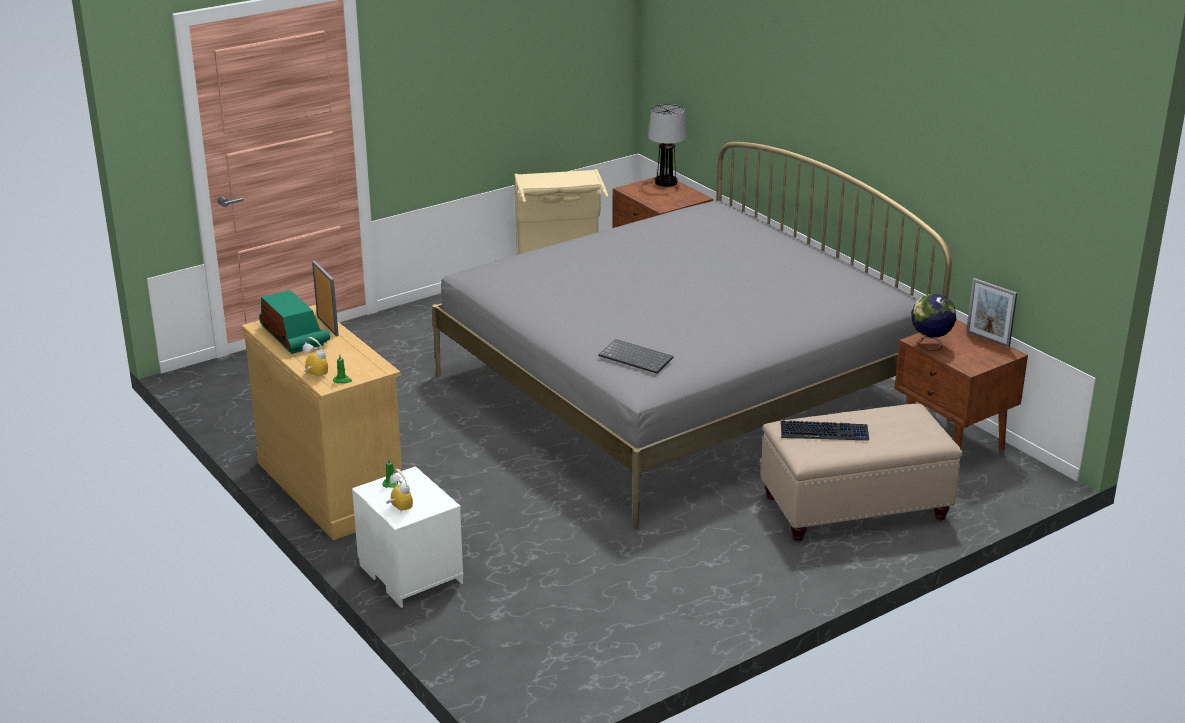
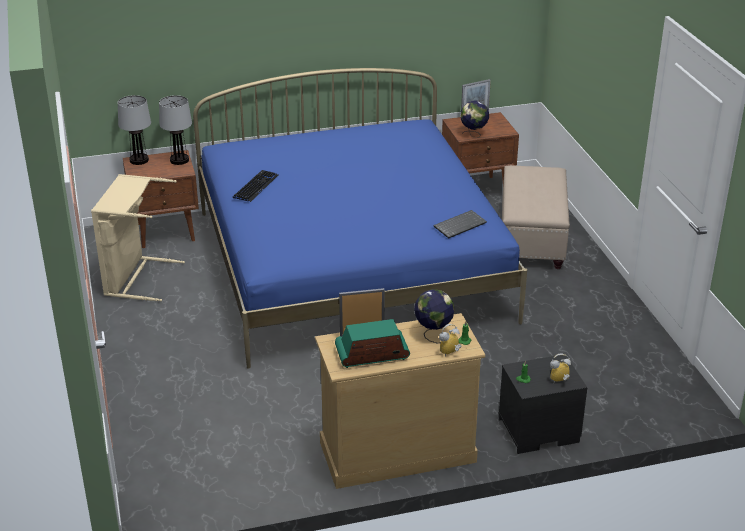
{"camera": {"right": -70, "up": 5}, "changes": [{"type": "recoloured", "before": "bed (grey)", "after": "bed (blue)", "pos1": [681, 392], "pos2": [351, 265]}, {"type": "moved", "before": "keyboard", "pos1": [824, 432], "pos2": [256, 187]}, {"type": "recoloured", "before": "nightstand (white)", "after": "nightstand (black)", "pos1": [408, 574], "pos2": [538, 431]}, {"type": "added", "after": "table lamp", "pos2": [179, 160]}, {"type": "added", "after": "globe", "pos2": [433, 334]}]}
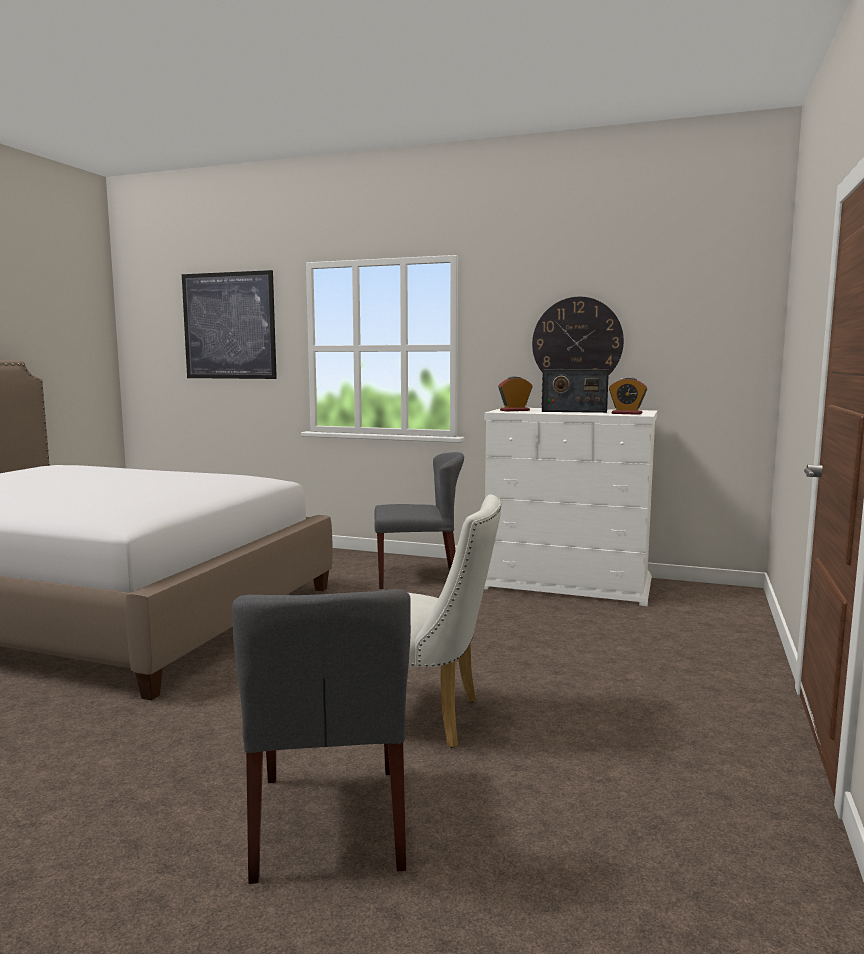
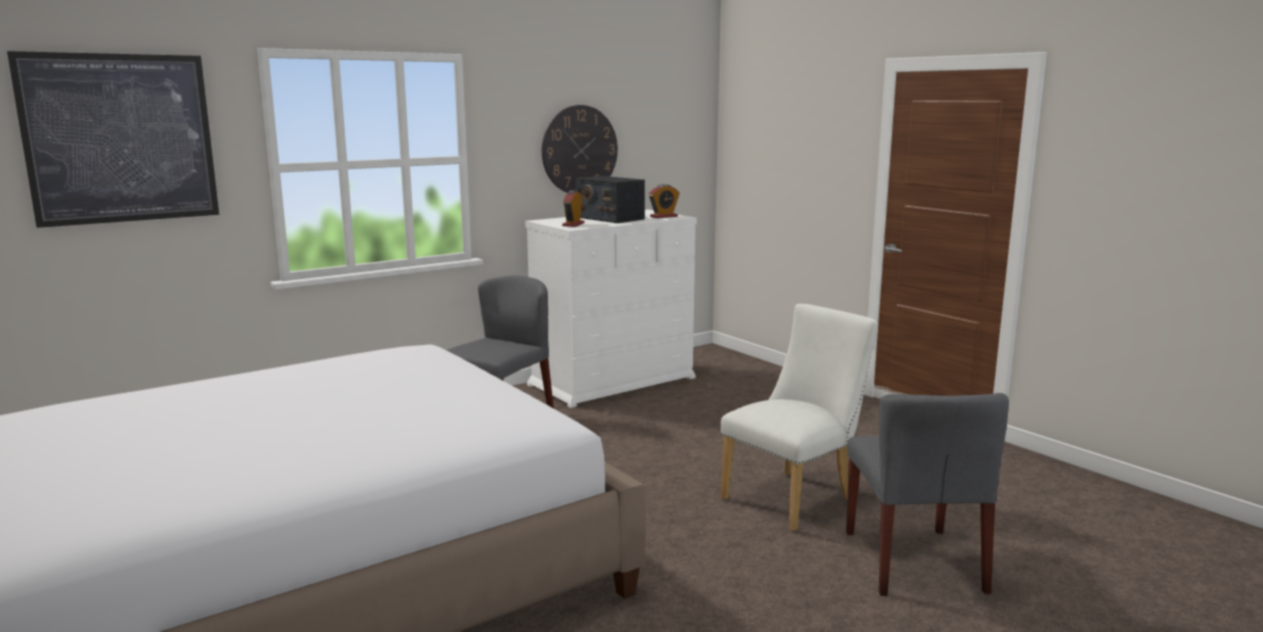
{"camera": {"right": -55, "up": 5}, "changes": [{"type": "turned", "before": "radio", "pos1": [573, 410], "pos2": [609, 218], "turn": 90}, {"type": "turned", "before": "chair (grey)", "pos1": [330, 821], "pos2": [914, 562], "turn": 60}]}
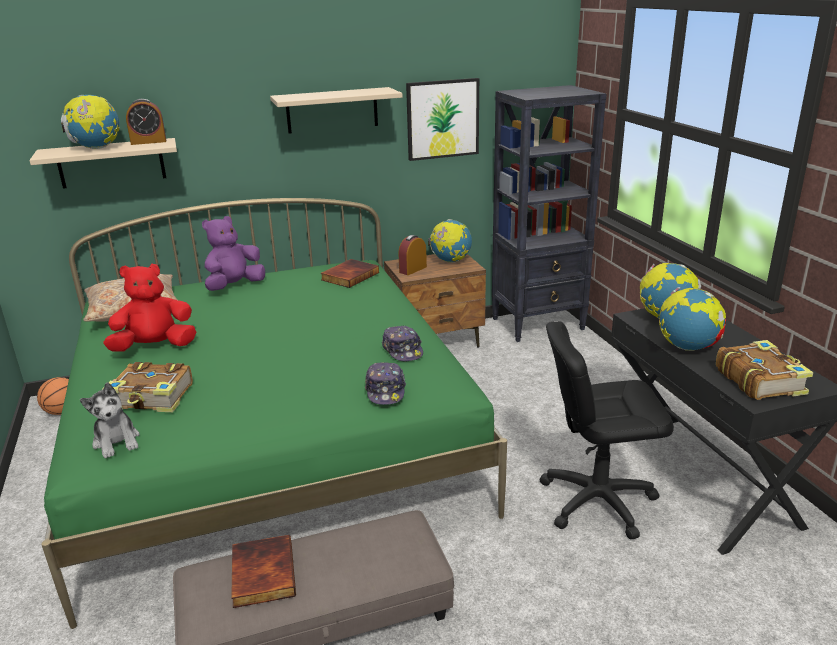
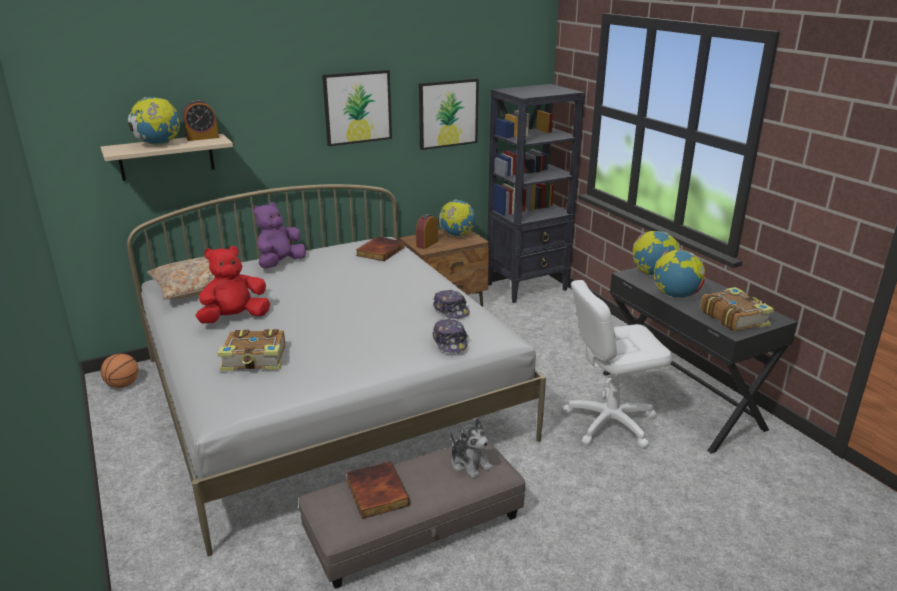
{"camera": {"right": -10, "up": 0}, "changes": [{"type": "replaced", "before": "shelf (beige)", "after": "picture", "pos1": [332, 110], "pos2": [357, 107]}, {"type": "recoloured", "before": "bed (green)", "after": "bed (white)", "pos1": [272, 441], "pos2": [328, 397]}, {"type": "recoloured", "before": "office chair (black)", "after": "office chair (white)", "pos1": [597, 500], "pos2": [610, 422]}, {"type": "moved", "before": "plush toy", "pos1": [117, 441], "pos2": [470, 463]}]}
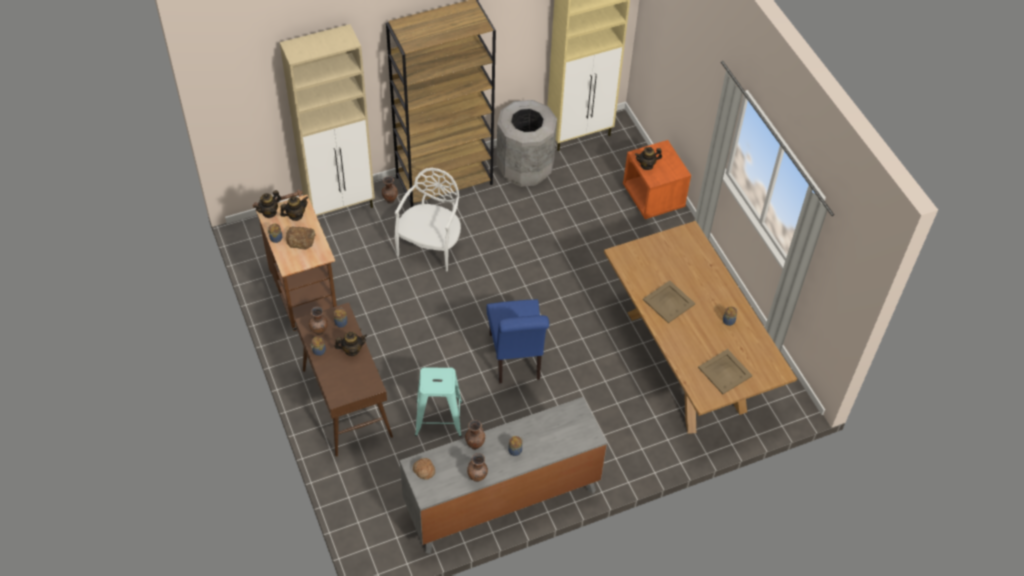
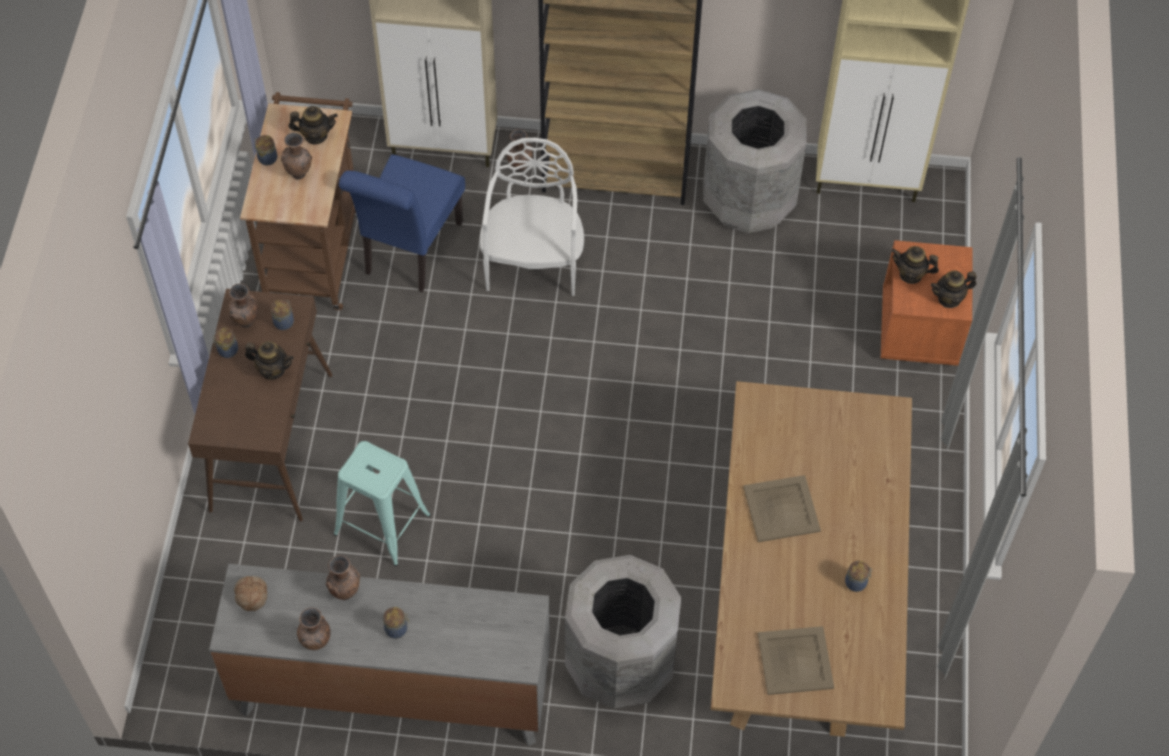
{"camera": {"right": 30, "up": 5}, "changes": [{"type": "turned", "before": "chair (white)", "pos1": [431, 246], "pos2": [533, 262], "turn": -45}, {"type": "moved", "before": "teapot", "pos1": [269, 212], "pos2": [949, 299]}, {"type": "replaced", "before": "bread", "after": "vase (brown)", "pos1": [300, 239], "pos2": [300, 174]}, {"type": "moved", "before": "chair (blue)", "pos1": [516, 360], "pos2": [409, 252]}, {"type": "added", "after": "trash can (grey)", "pos2": [620, 664]}]}
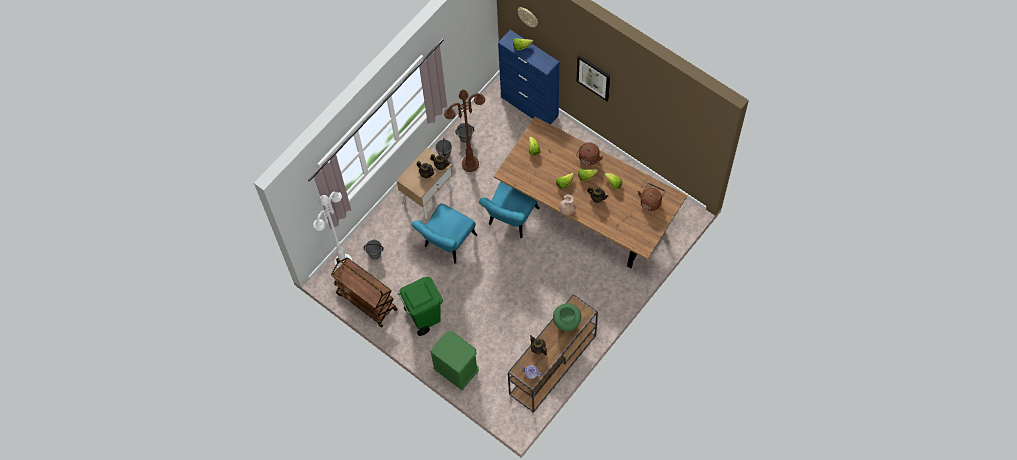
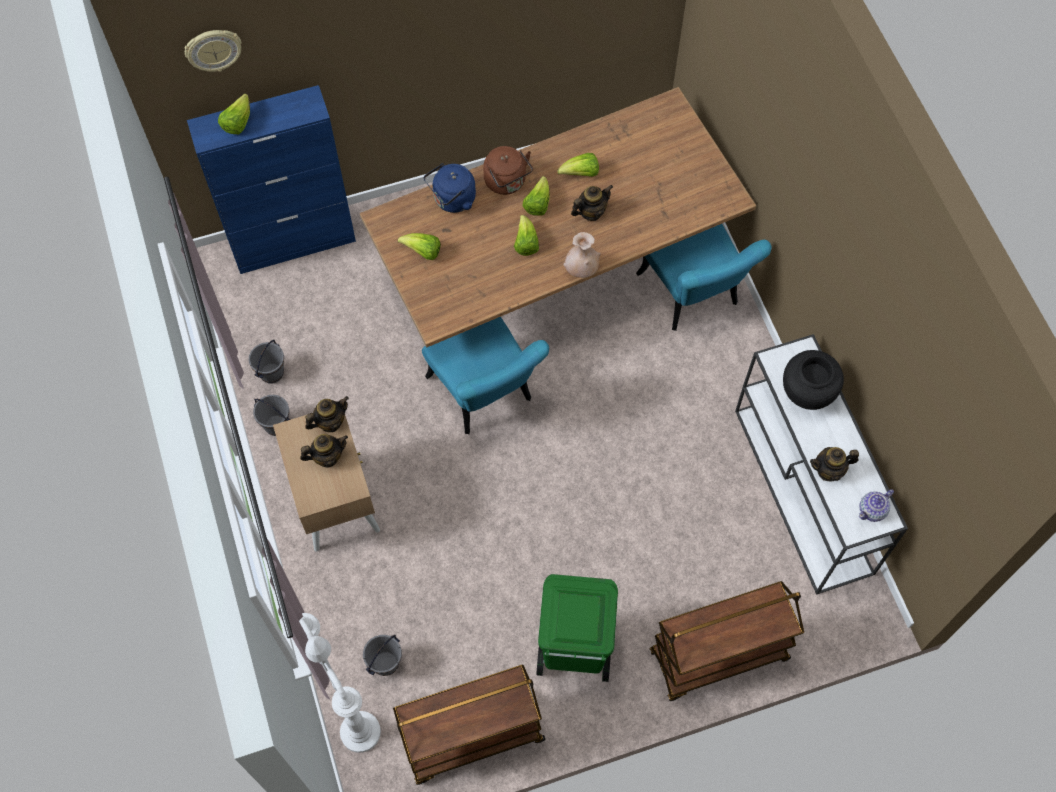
{"camera": {"right": -60, "up": 0}, "changes": [{"type": "removed", "before": "picture", "pos1": [594, 77]}, {"type": "removed", "before": "floor lamp (brown)", "pos1": [470, 164]}, {"type": "removed", "before": "kettle (brown)", "pos1": [651, 201]}, {"type": "moved", "before": "chair (turquoise)", "pos1": [447, 245], "pos2": [693, 297]}, {"type": "recoloured", "before": "console table (brown)", "after": "console table (white)", "pos1": [552, 366], "pos2": [804, 492]}, {"type": "recoloured", "before": "vase (green)", "after": "vase (black)", "pos1": [566, 323], "pos2": [806, 395]}, {"type": "replaced", "before": "nightstand (green)", "after": "cart (brown)", "pos1": [457, 371], "pos2": [718, 657]}, {"type": "added", "after": "kettle (blue)", "pos2": [452, 200]}]}
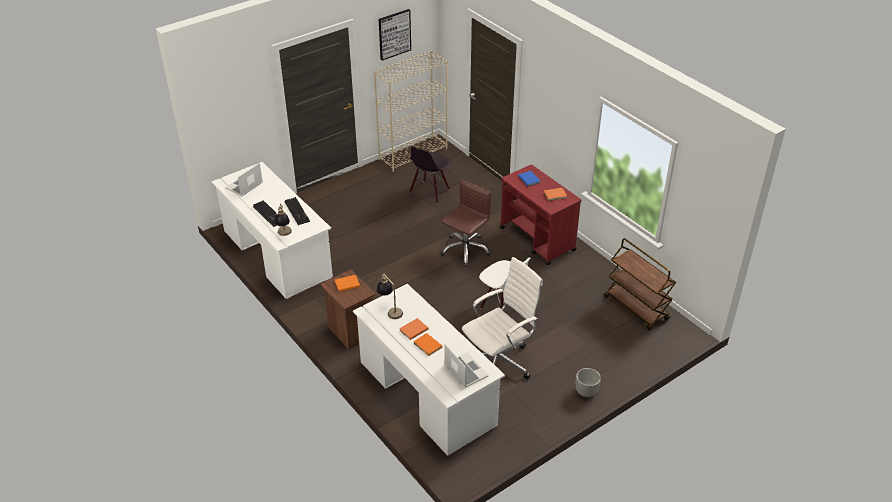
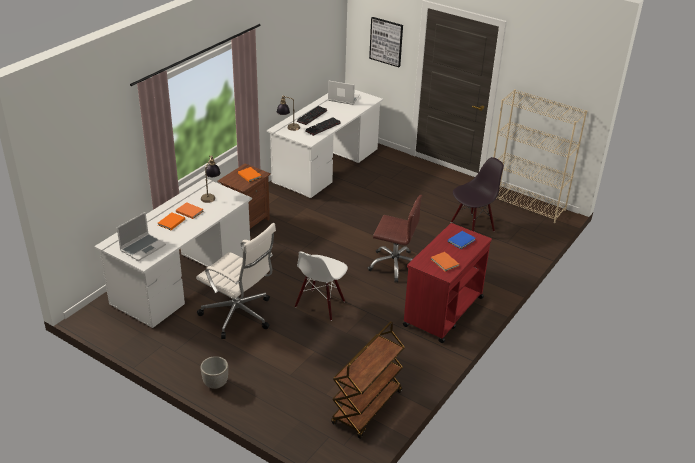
{"camera": {"right": 70, "up": -5}, "changes": [{"type": "moved", "before": "picture", "pos1": [394, 34], "pos2": [386, 41]}, {"type": "turned", "before": "chair (black)", "pos1": [430, 192], "pos2": [472, 226], "turn": 135}]}
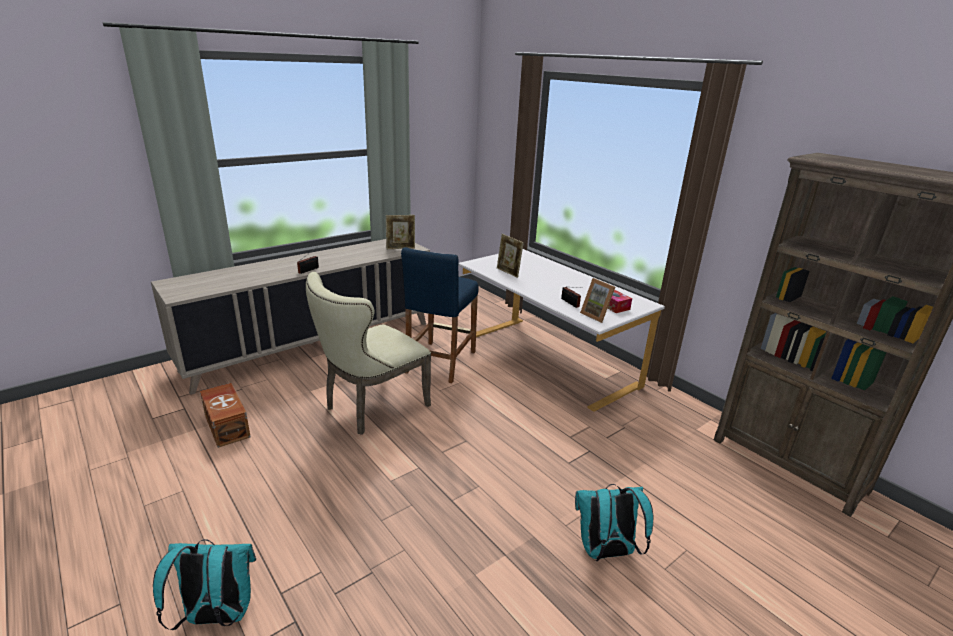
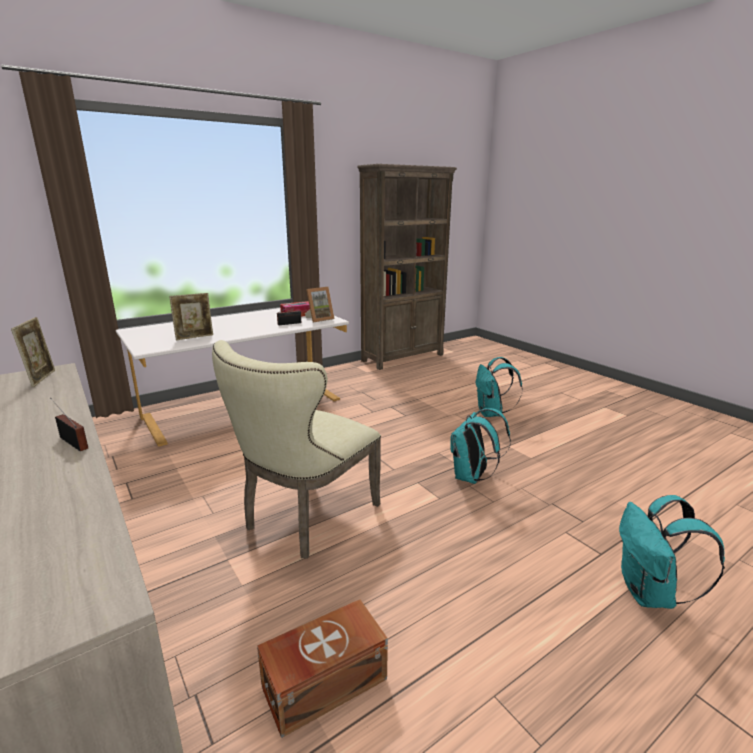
{"camera": {"right": -85, "up": -5}, "changes": [{"type": "removed", "before": "stool (blue)", "pos1": [440, 362]}, {"type": "turned", "before": "chair (beige)", "pos1": [371, 407], "pos2": [305, 518], "turn": 75}, {"type": "added", "after": "backpack (turquoise)", "pos2": [472, 477]}]}
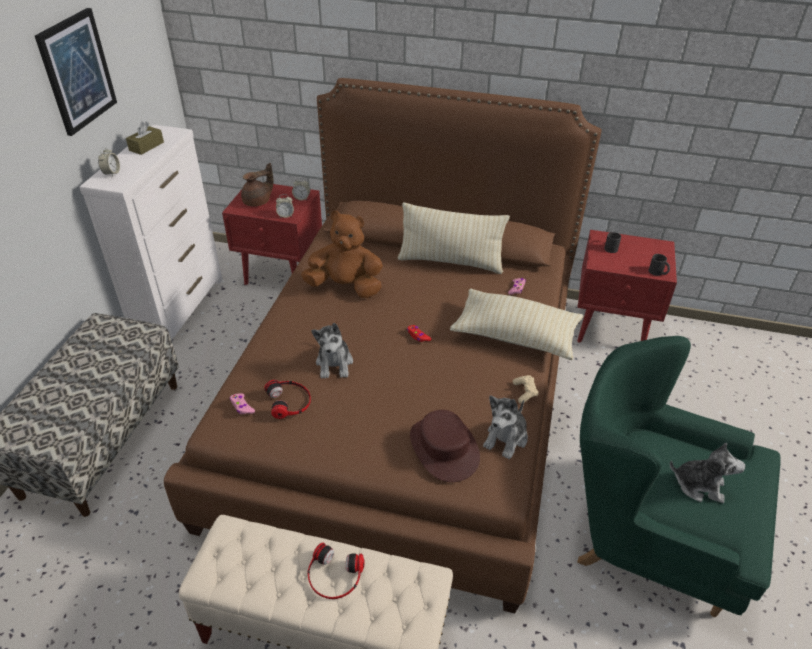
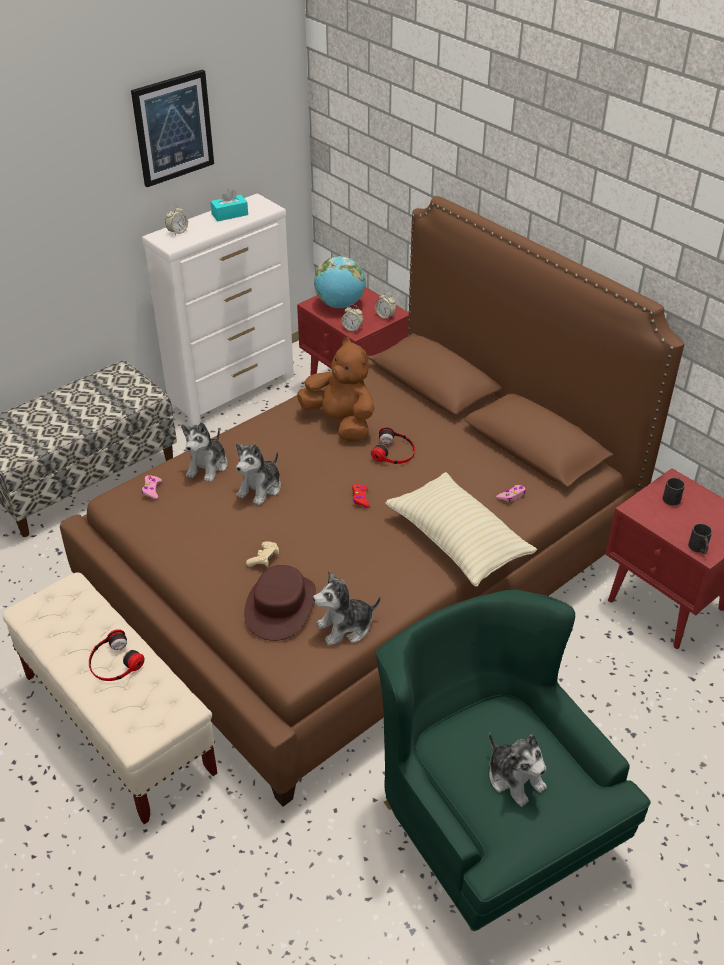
{"camera": {"right": 35, "up": 0}, "changes": [{"type": "recoloured", "before": "tissue box (brown)", "after": "tissue box (turquoise)", "pos1": [146, 146], "pos2": [230, 214]}, {"type": "replaced", "before": "teapot (brown)", "after": "globe", "pos1": [258, 202], "pos2": [340, 305]}, {"type": "removed", "before": "pillow (beige)", "pos1": [450, 262]}, {"type": "moved", "before": "game controller (beige)", "pos1": [525, 392], "pos2": [264, 559]}, {"type": "moved", "before": "headphones", "pos1": [289, 401], "pos2": [394, 452]}, {"type": "added", "after": "plush toy", "pos2": [208, 466]}]}
